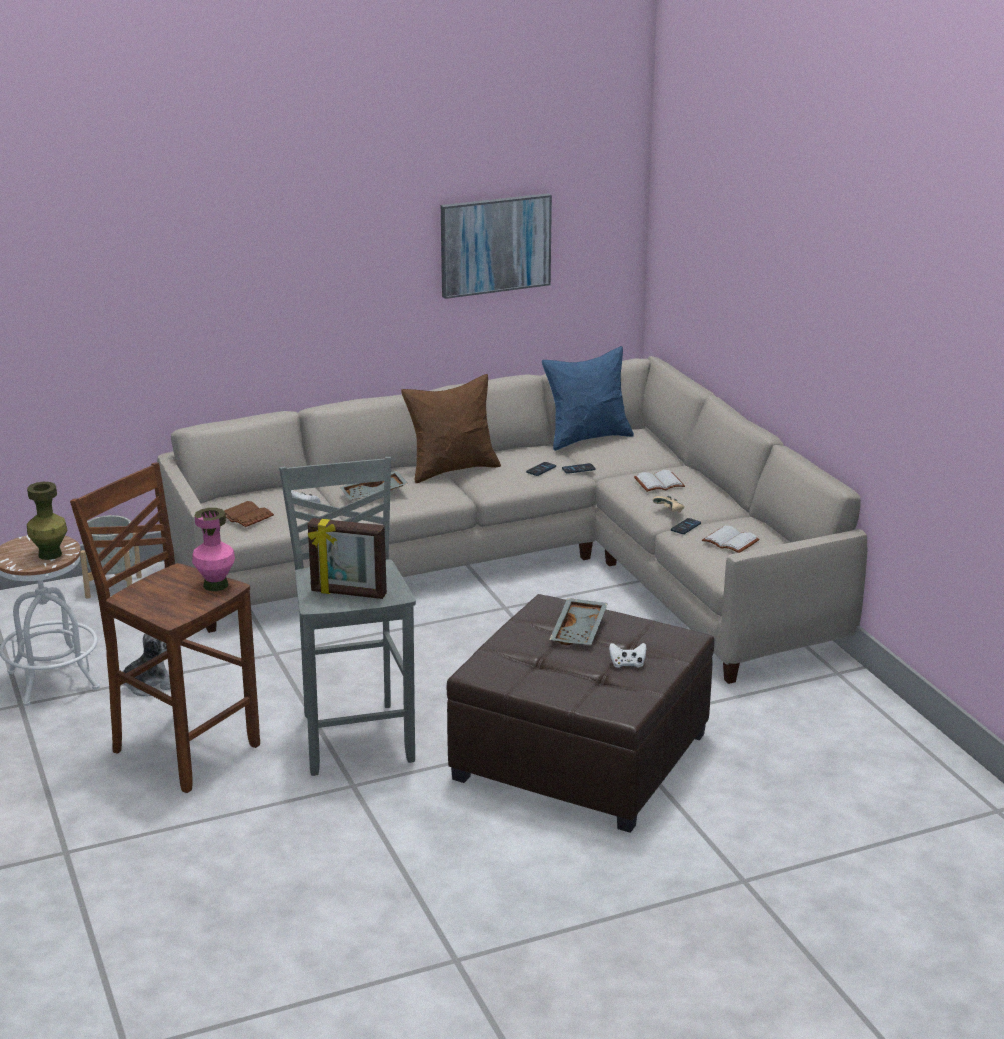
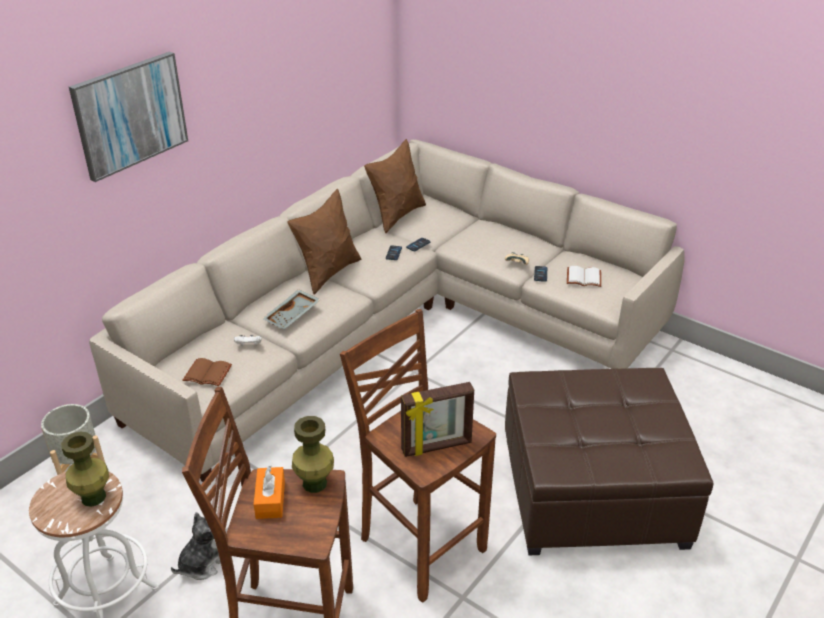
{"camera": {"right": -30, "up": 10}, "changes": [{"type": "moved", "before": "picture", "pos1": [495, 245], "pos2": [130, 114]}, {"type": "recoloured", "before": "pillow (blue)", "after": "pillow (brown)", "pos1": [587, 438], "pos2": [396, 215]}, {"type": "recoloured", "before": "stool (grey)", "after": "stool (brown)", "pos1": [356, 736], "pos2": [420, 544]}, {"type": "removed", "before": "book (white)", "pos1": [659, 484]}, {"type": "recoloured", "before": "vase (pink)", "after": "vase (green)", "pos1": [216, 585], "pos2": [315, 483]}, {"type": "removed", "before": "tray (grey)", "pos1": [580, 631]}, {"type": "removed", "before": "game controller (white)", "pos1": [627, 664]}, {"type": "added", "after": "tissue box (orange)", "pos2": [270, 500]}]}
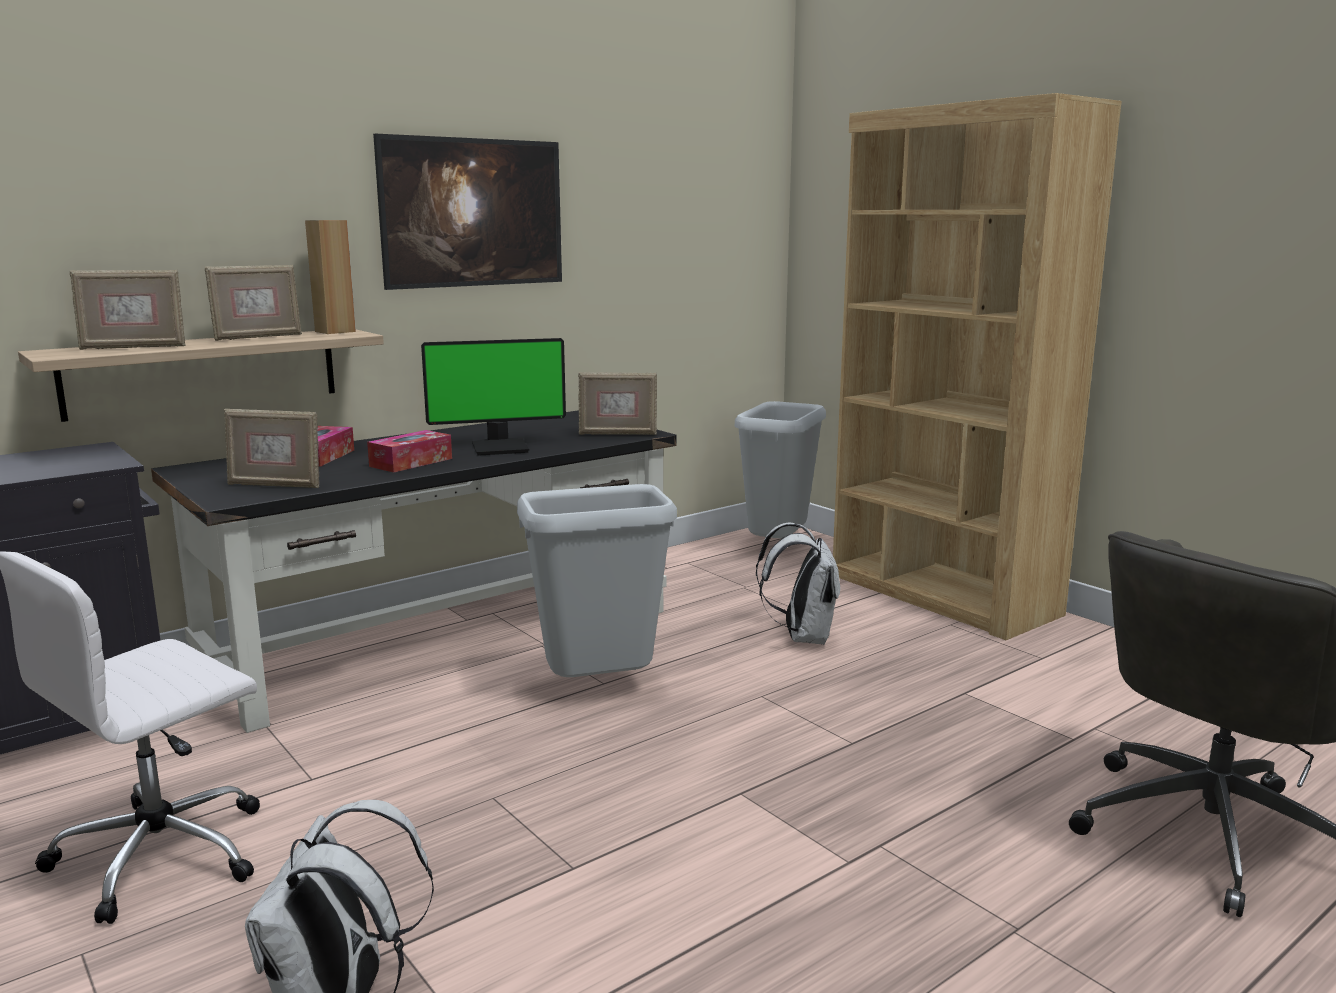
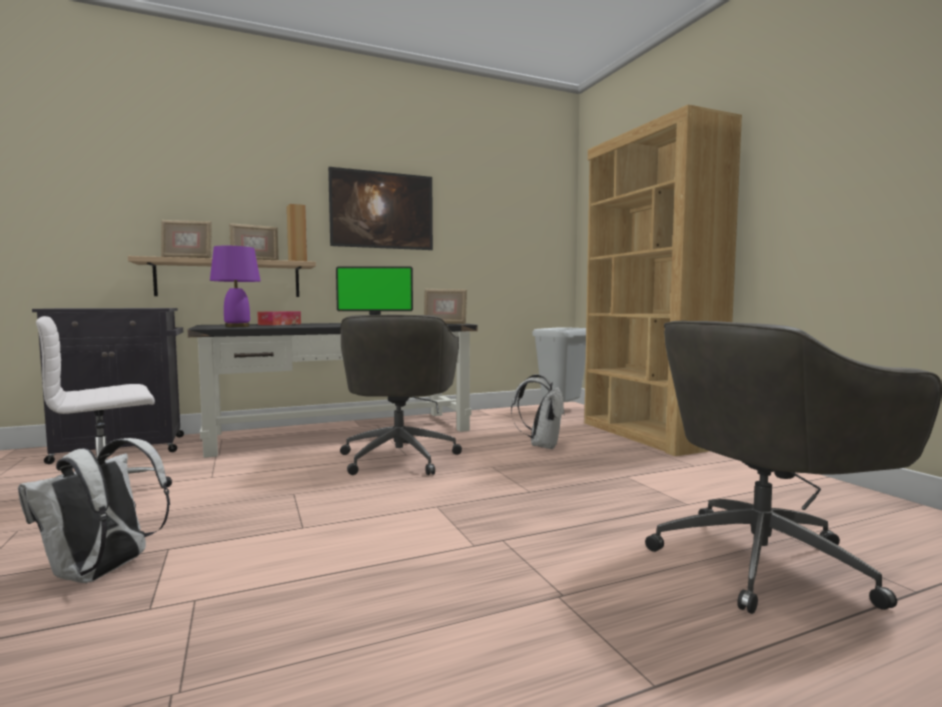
{"camera": {"right": 15, "up": -10}, "changes": [{"type": "replaced", "before": "picture frame", "after": "table lamp (purple)", "pos1": [275, 485], "pos2": [238, 326]}, {"type": "removed", "before": "tissue box", "pos1": [411, 462]}, {"type": "replaced", "before": "trash can (grey)", "after": "office chair (grey)", "pos1": [598, 691], "pos2": [400, 457]}]}
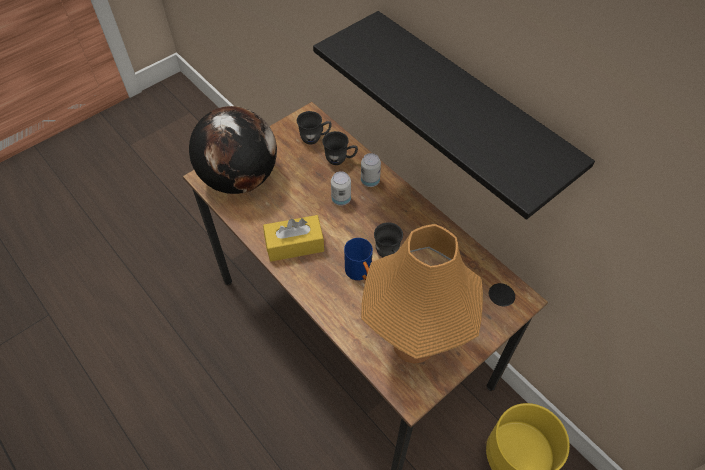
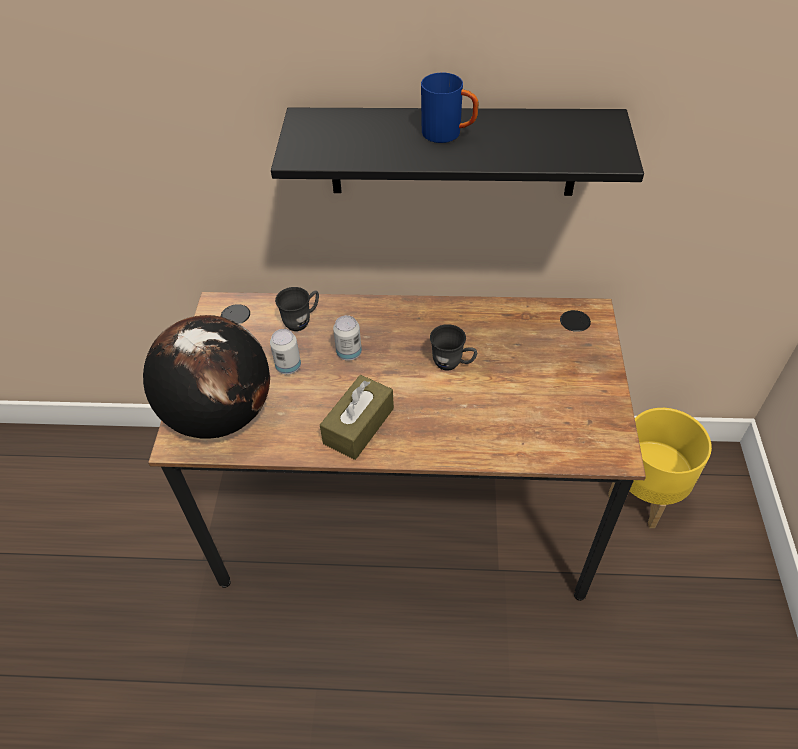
{"camera": {"right": -45, "up": -5}, "changes": [{"type": "removed", "before": "mug (grey)", "pos1": [315, 138]}, {"type": "moved", "before": "can", "pos1": [370, 181], "pos2": [288, 366]}, {"type": "recoloured", "before": "tissue box (yellow)", "after": "tissue box (brown)", "pos1": [294, 245], "pos2": [358, 426]}, {"type": "removed", "before": "table lamp (orange)", "pos1": [413, 343]}, {"type": "moved", "before": "mug (blue)", "pos1": [360, 274], "pos2": [449, 134]}]}
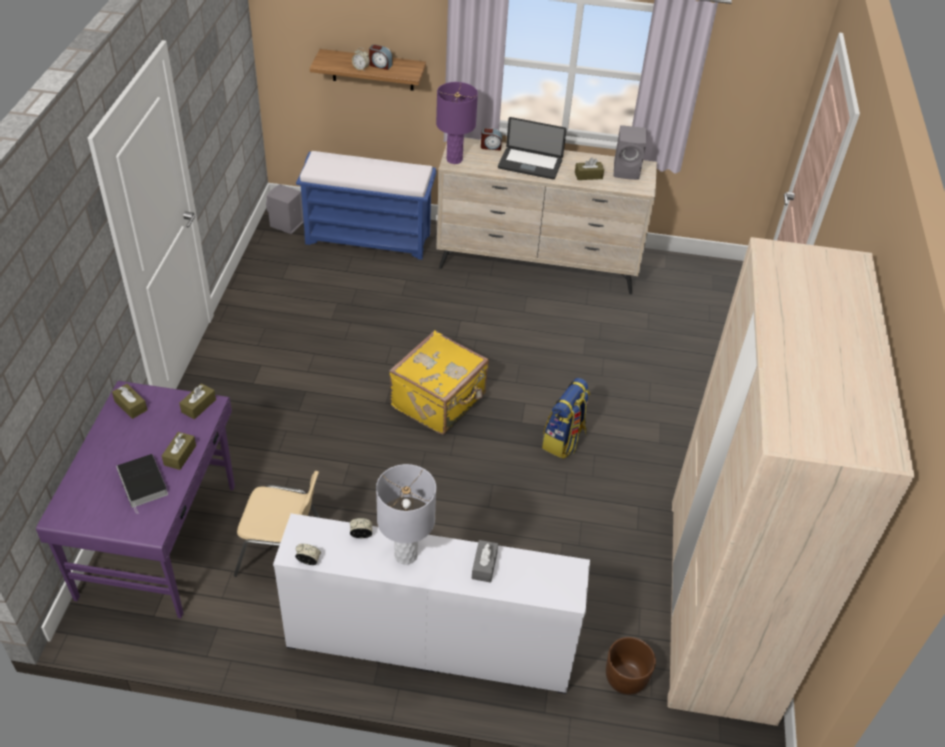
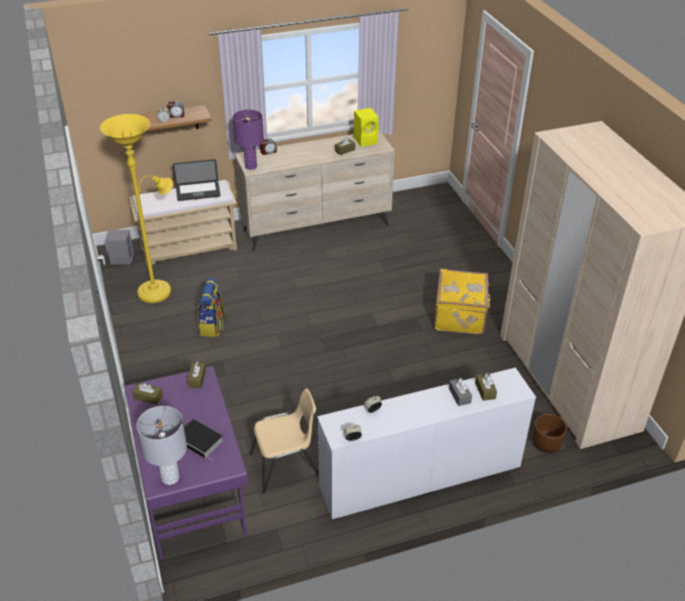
{"camera": {"right": -25, "up": -5}, "changes": [{"type": "moved", "before": "laptop", "pos1": [530, 164], "pos2": [198, 192]}, {"type": "recoloured", "before": "speaker (grey)", "after": "speaker (yellow)", "pos1": [627, 171], "pos2": [366, 140]}, {"type": "recoloured", "before": "bench (blue)", "after": "bench (beige)", "pos1": [369, 238], "pos2": [189, 248]}, {"type": "moved", "before": "suitcase (yellow)", "pos1": [440, 401], "pos2": [460, 316]}, {"type": "moved", "before": "backpack", "pos1": [564, 440], "pos2": [213, 326]}, {"type": "moved", "before": "tissue box (brown)", "pos1": [180, 455], "pos2": [485, 390]}, {"type": "moved", "before": "table lamp (grey)", "pos1": [406, 555], "pos2": [170, 477]}, {"type": "added", "after": "floor lamp (yellow)", "pos2": [158, 290]}]}
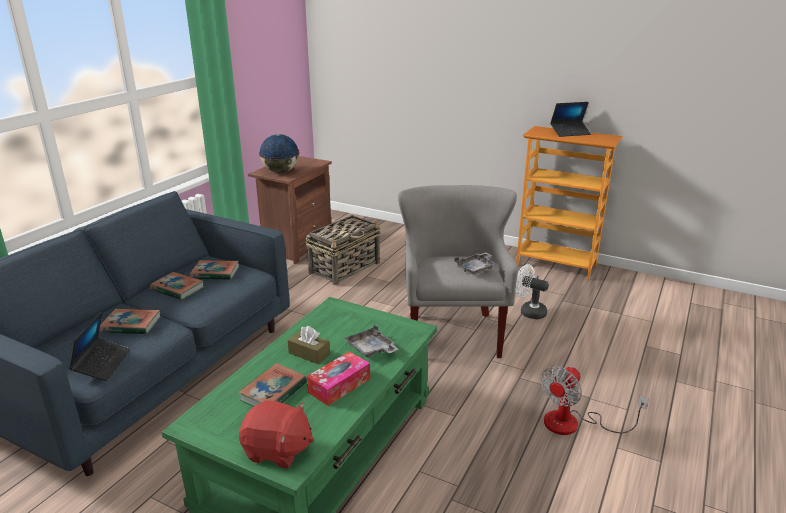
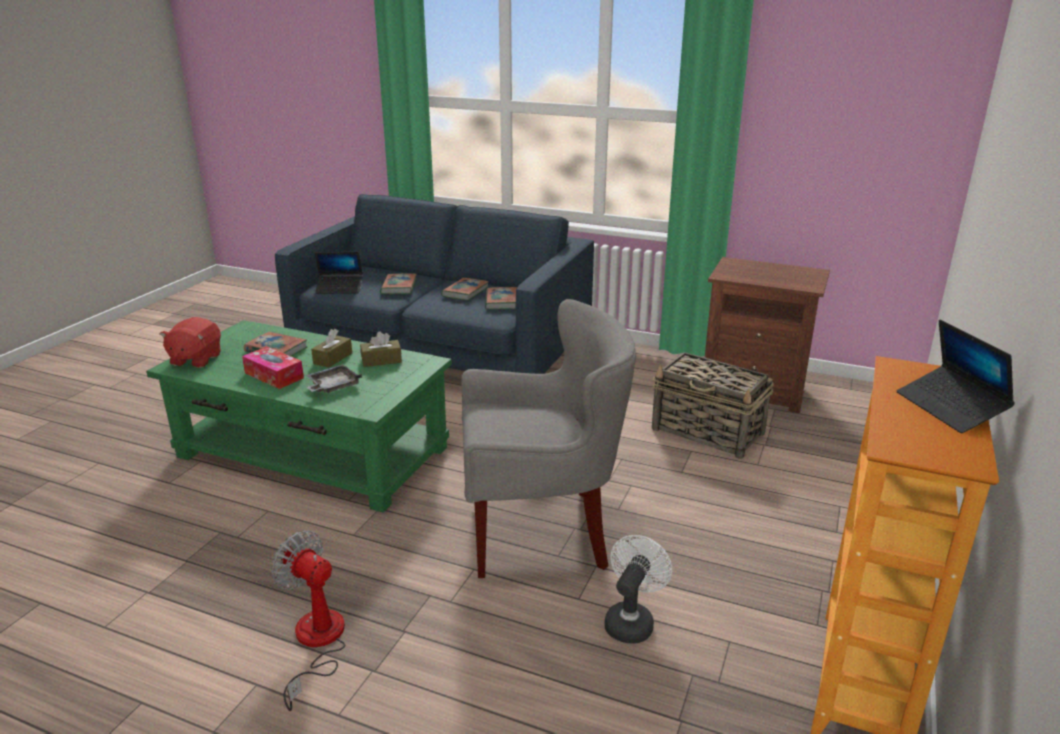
{"camera": {"right": 85, "up": 0}, "changes": [{"type": "removed", "before": "globe", "pos1": [280, 172]}, {"type": "removed", "before": "tray (grey)", "pos1": [476, 268]}, {"type": "added", "after": "tissue box (brown)", "pos2": [381, 360]}]}
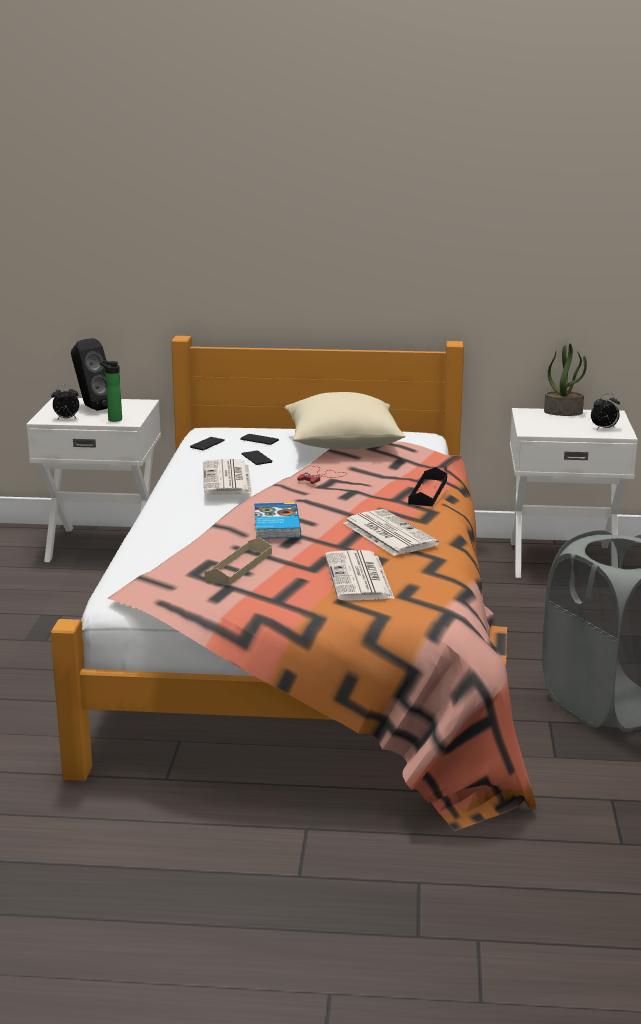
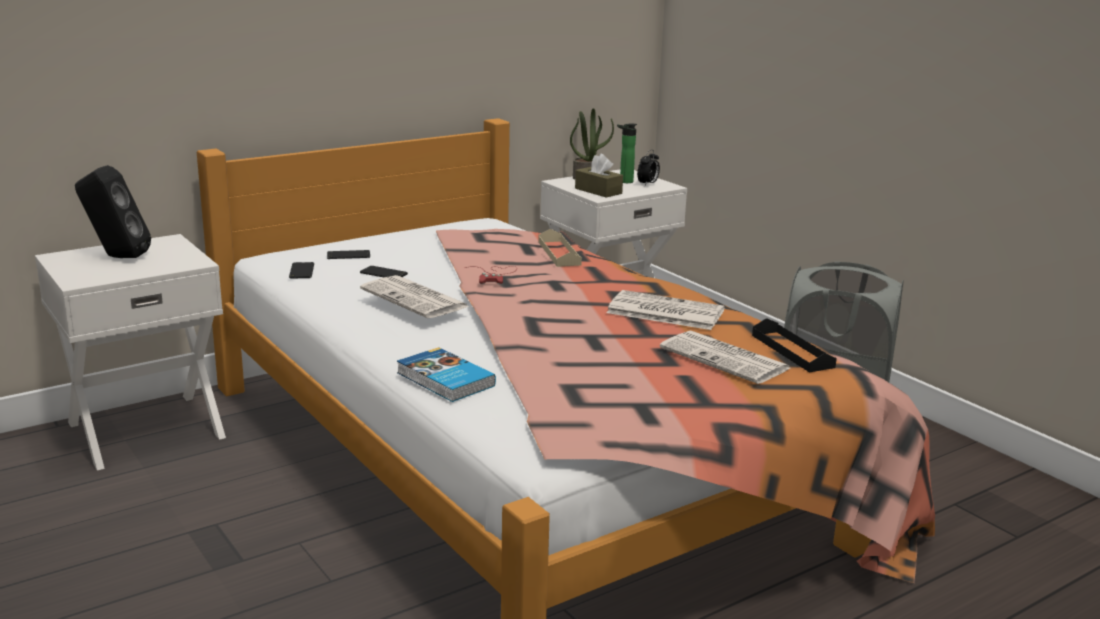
{"camera": {"right": -40, "up": 0}, "changes": [{"type": "moved", "before": "bottle", "pos1": [113, 419], "pos2": [624, 181]}, {"type": "removed", "before": "alarm clock", "pos1": [66, 419]}, {"type": "removed", "before": "pillow (beige)", "pos1": [342, 444]}, {"type": "moved", "before": "tray (black)", "pos1": [428, 492], "pos2": [792, 351]}, {"type": "moved", "before": "book", "pos1": [275, 525], "pos2": [444, 380]}, {"type": "moved", "before": "tray (beige)", "pos1": [239, 566], "pos2": [559, 253]}, {"type": "added", "after": "tissue box (brown)", "pos2": [598, 191]}]}
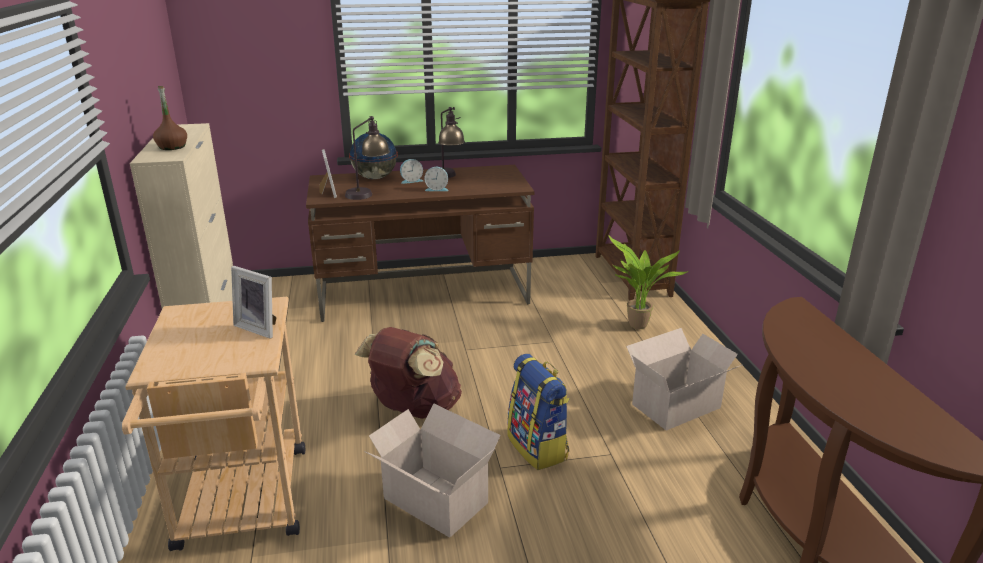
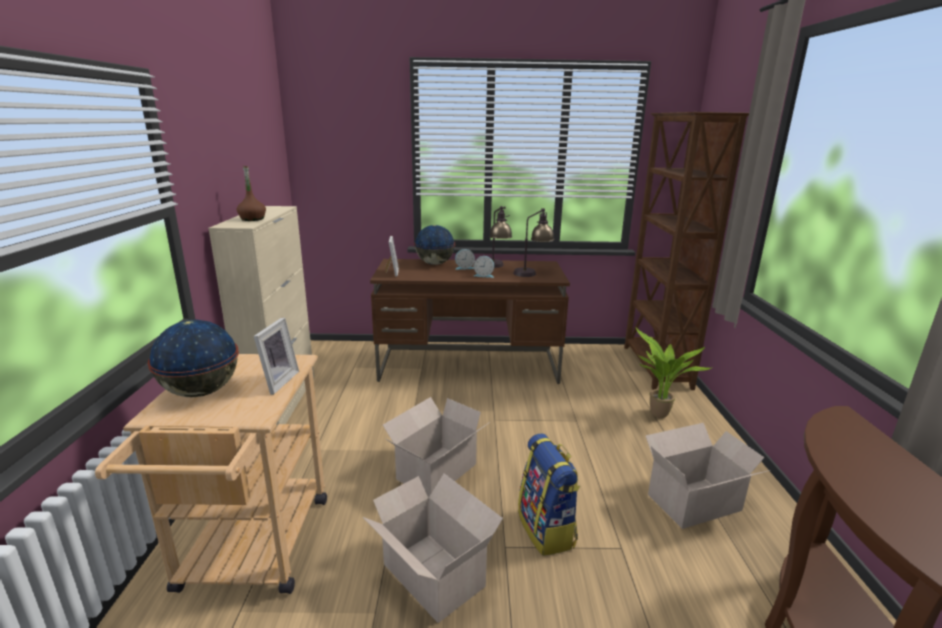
{"camera": {"right": 10, "up": -5}, "changes": [{"type": "moved", "before": "table lamp", "pos1": [368, 193], "pos2": [532, 272]}, {"type": "turned", "before": "picture frame", "pos1": [260, 327], "pos2": [276, 382], "turn": -120}, {"type": "replaced", "before": "backpack (brown)", "after": "cardboard box", "pos1": [413, 409], "pos2": [435, 472]}, {"type": "added", "after": "globe", "pos2": [201, 392]}]}
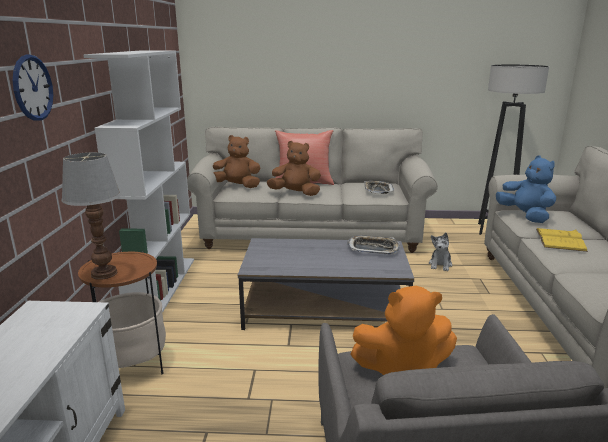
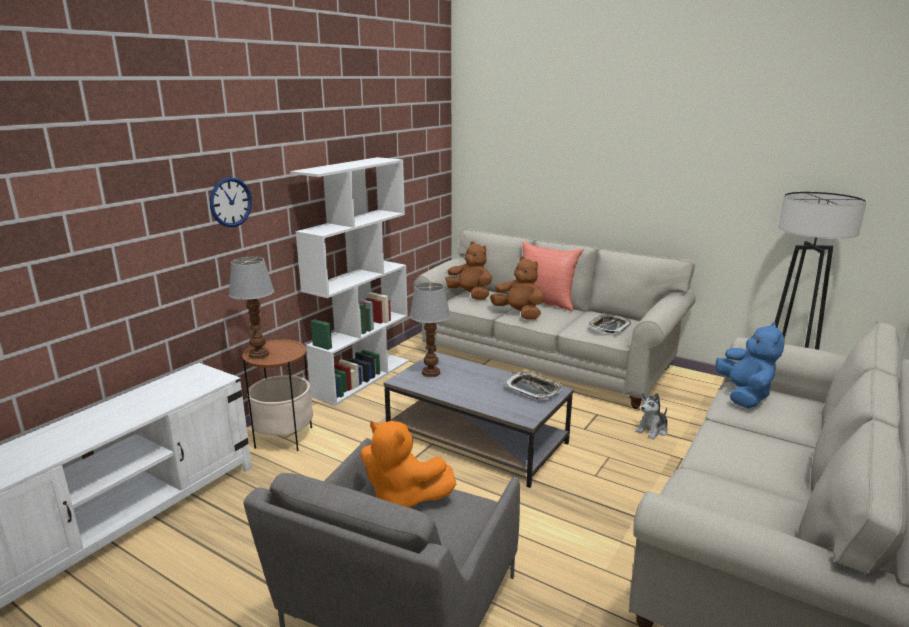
{"camera": {"right": 30, "up": 0}, "changes": [{"type": "removed", "before": "book (yellow)", "pos1": [560, 240]}, {"type": "added", "after": "table lamp", "pos2": [430, 373]}]}
